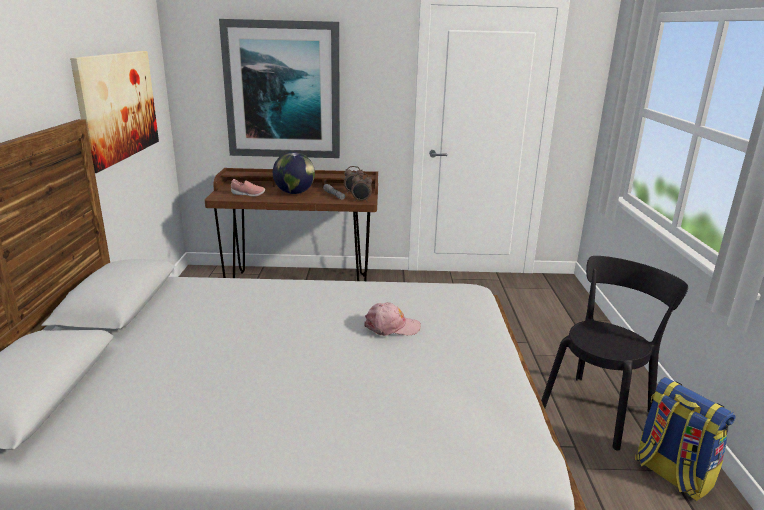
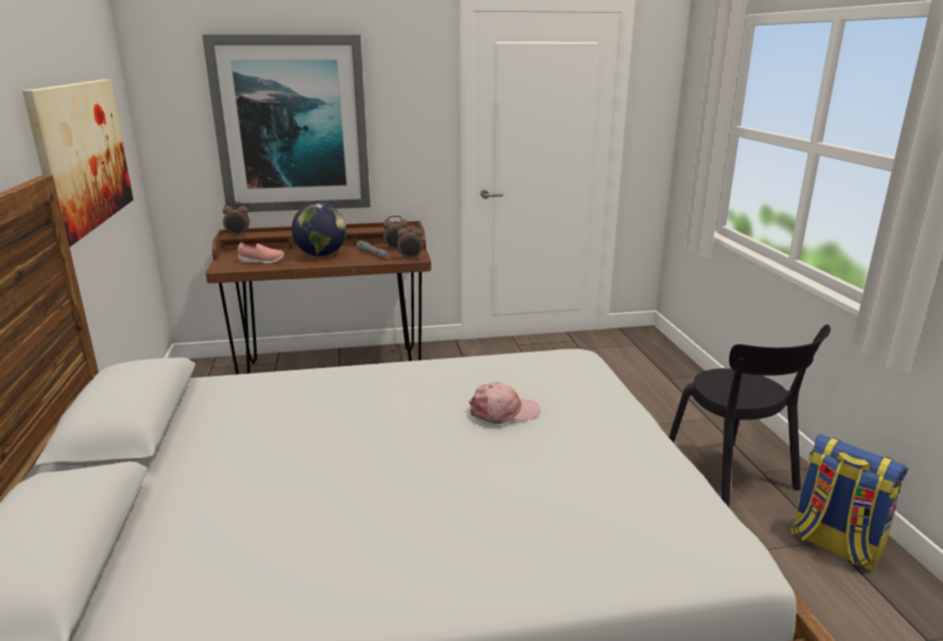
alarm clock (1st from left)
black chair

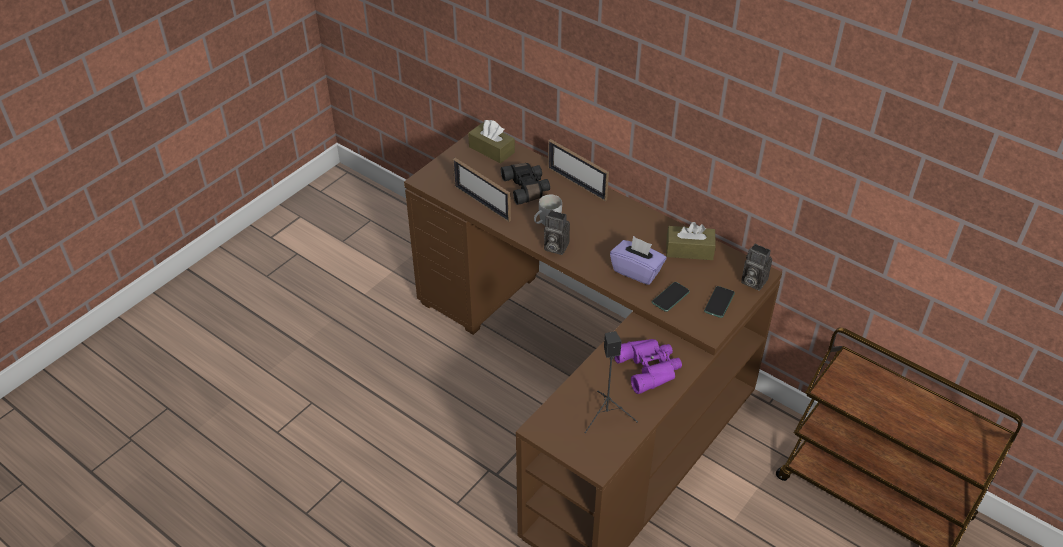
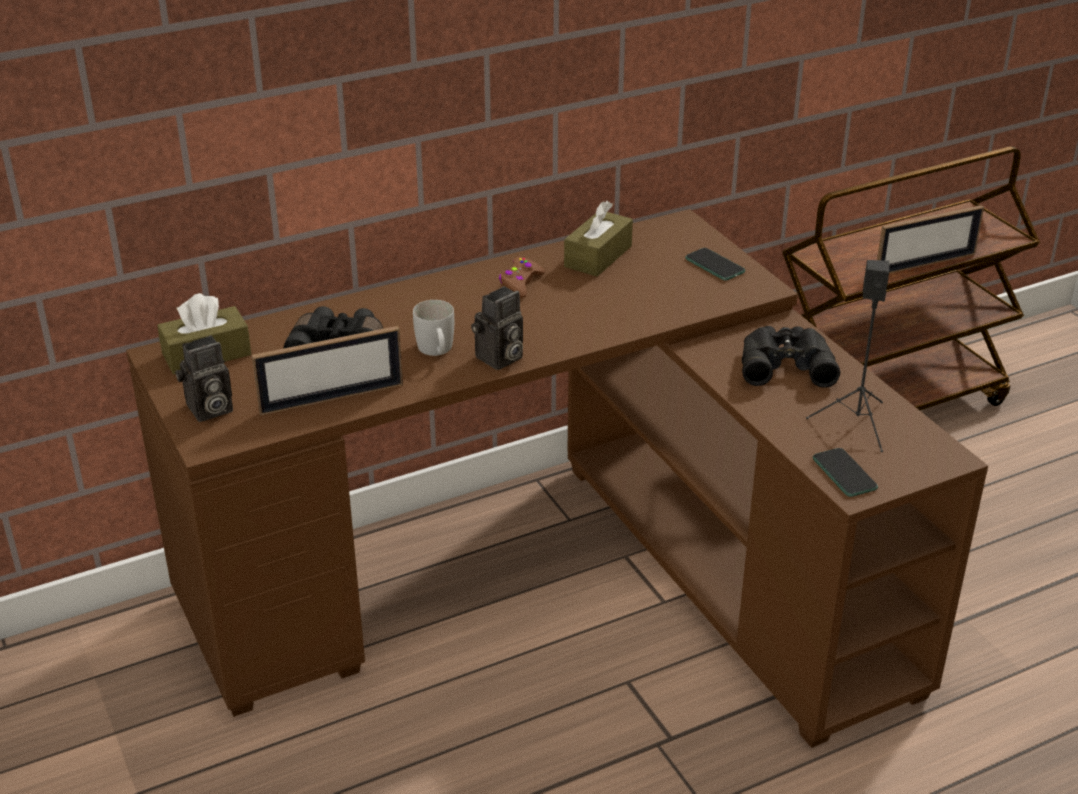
photo camera (1st from left)
brown game controller
black binoculars (2nd from left)
phone (2nd from left)
picture frame (2nd from left)
purple tissue box

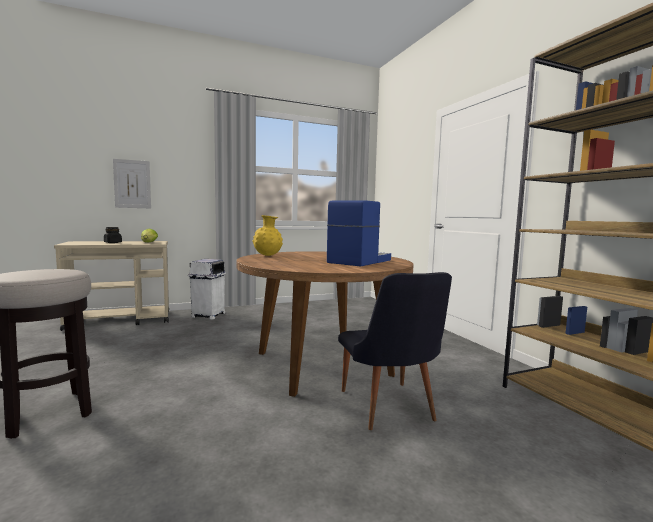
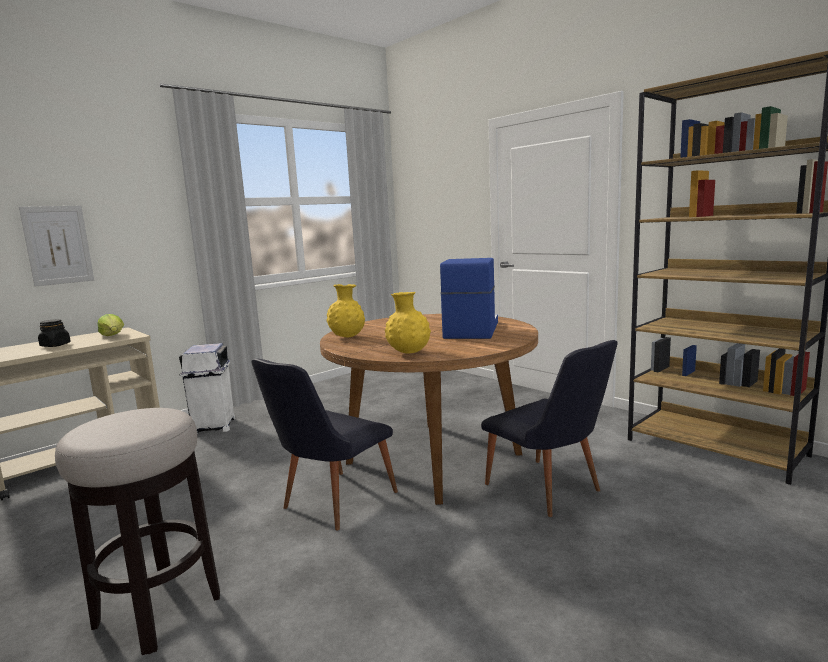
black chair (1st from left)
yellow vase (2nd from left)

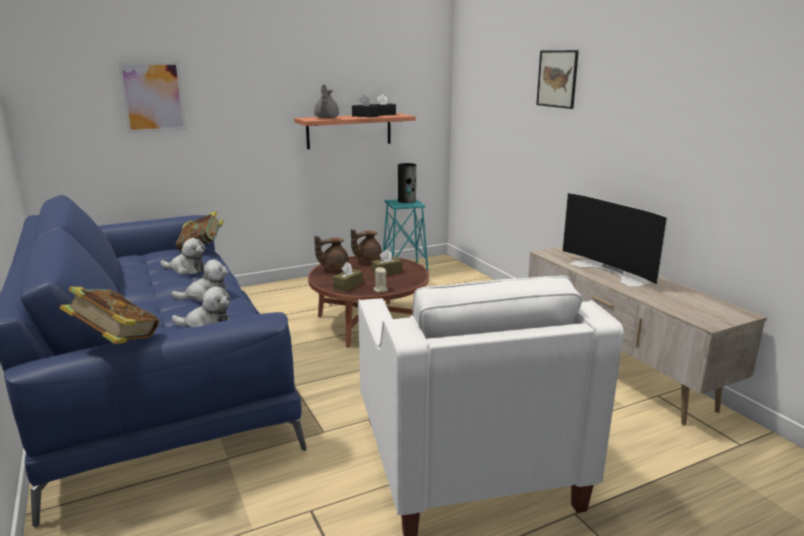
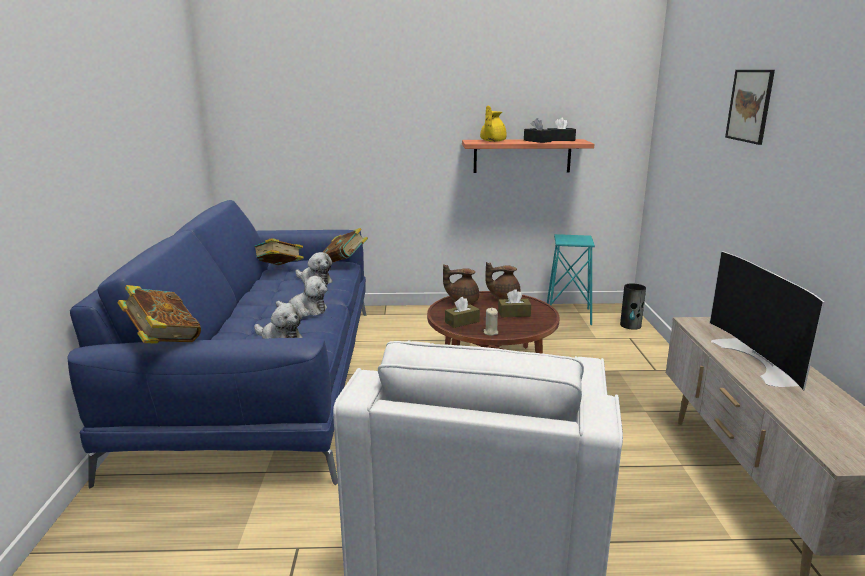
book (2nd from left)
yellow teapot
vase
picture (1st from left in the first image)

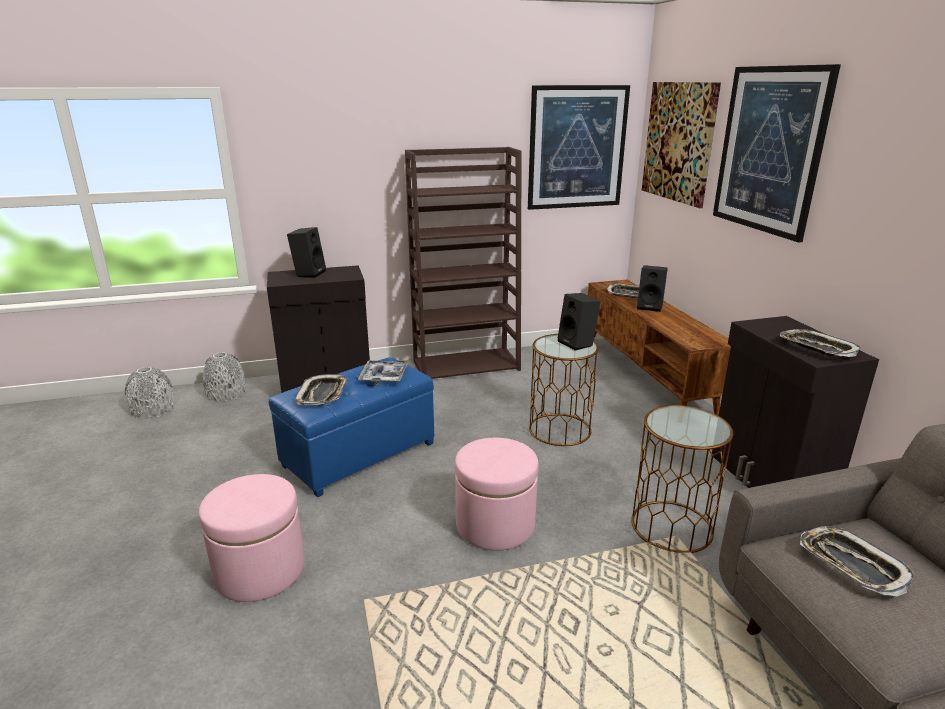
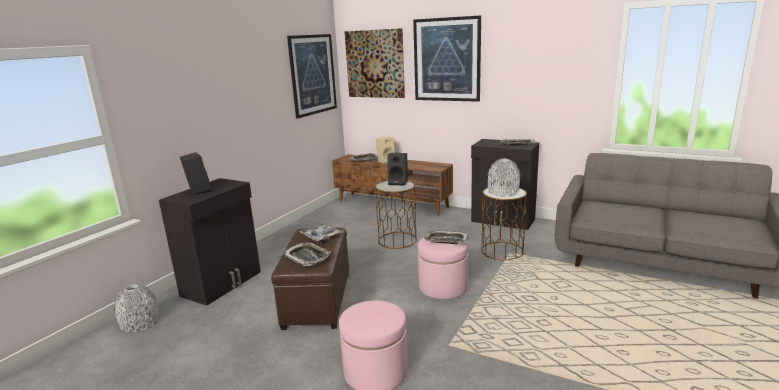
brown ottoman
beige speaker
tray (4th from left)
grey vase (2nd from left)
brown bookcase

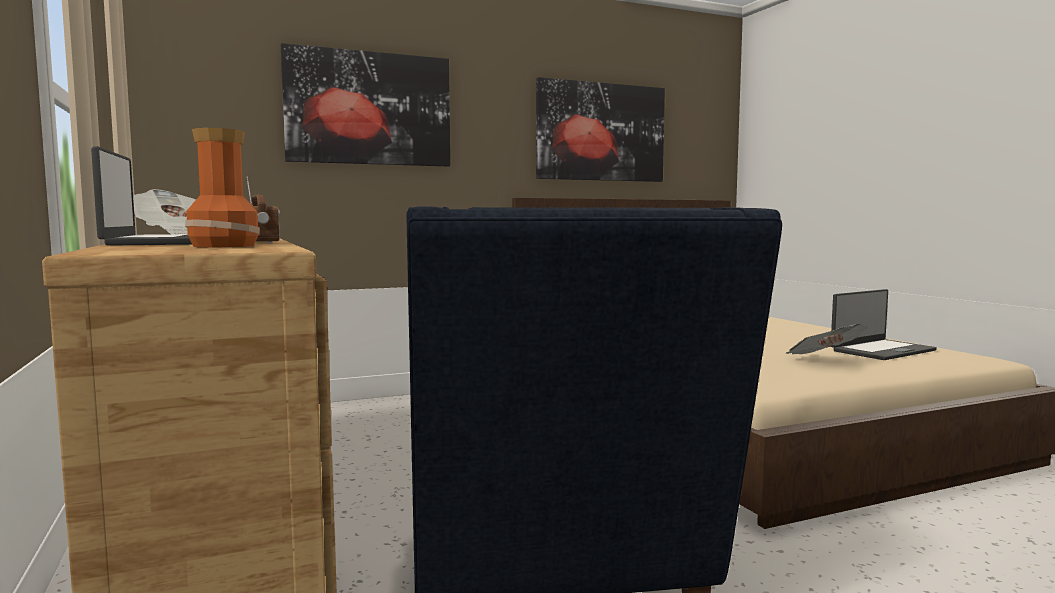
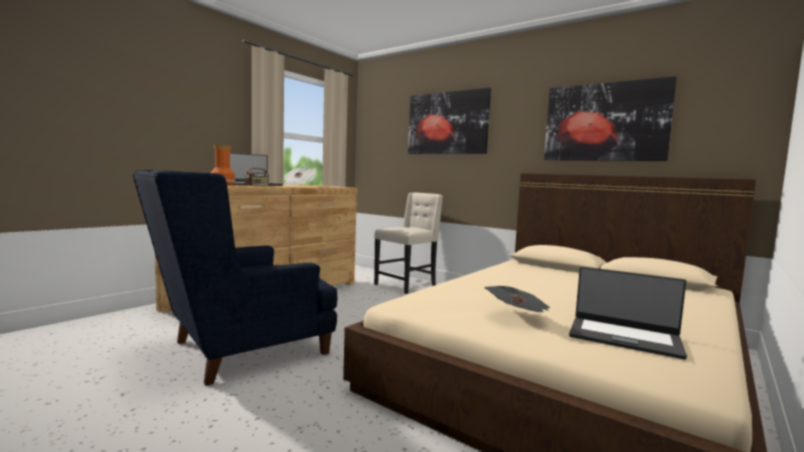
beige chair

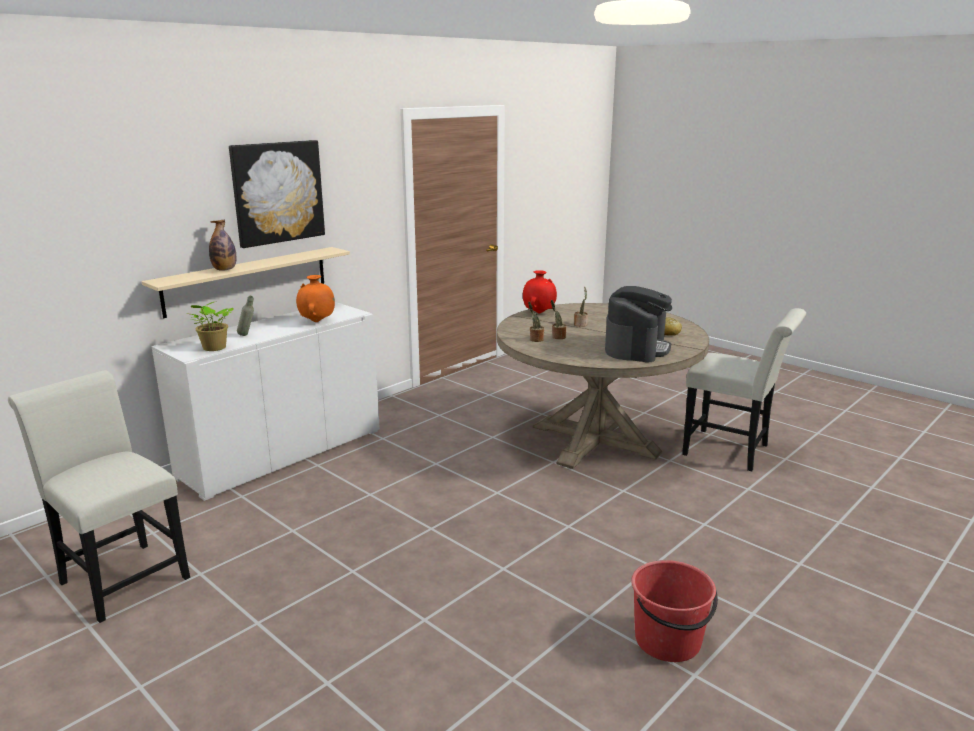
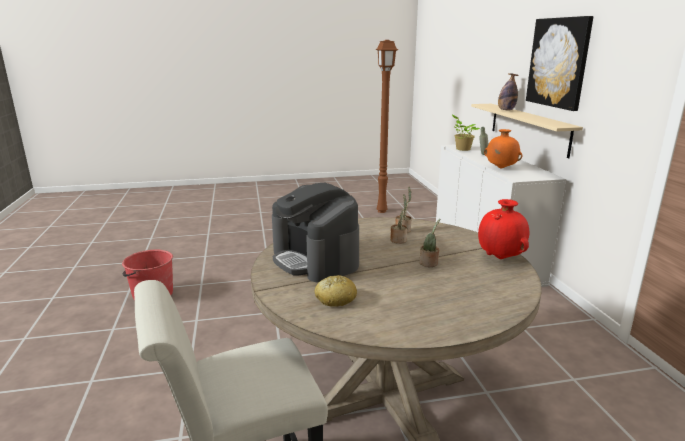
brown floor lamp

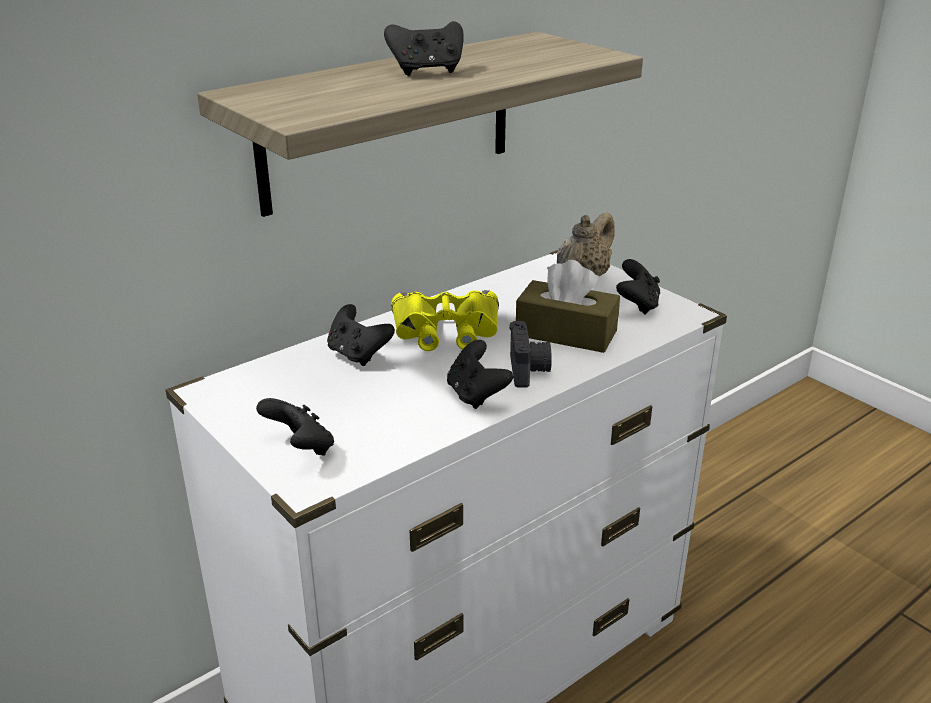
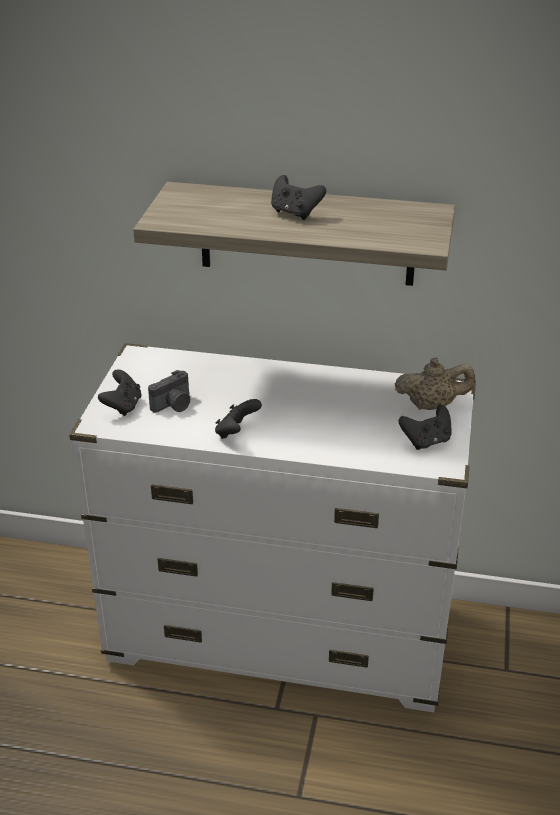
photo camera
black game controller (2nd from left in the first image)
yellow binoculars
brown tissue box

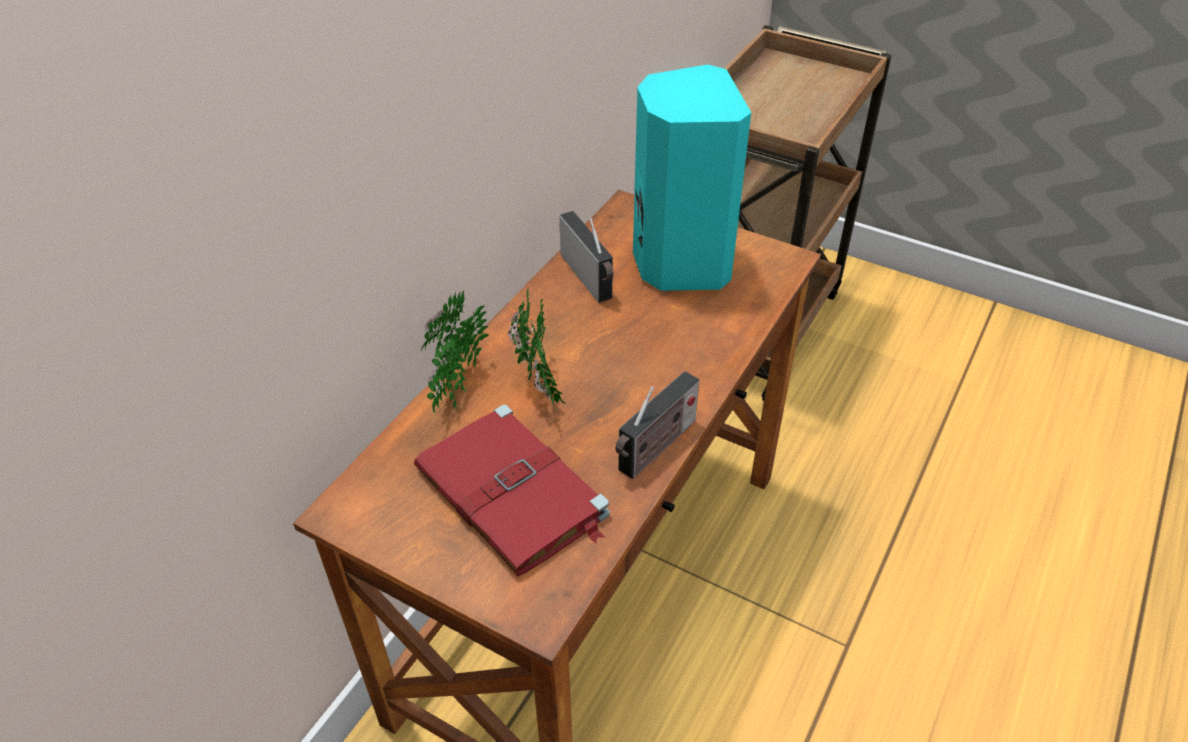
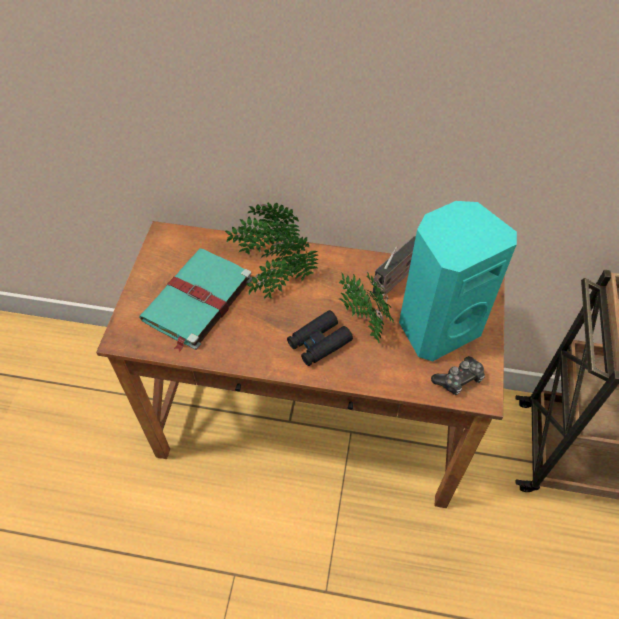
turquoise book
black binoculars
potted plant (3rd from left)
game controller
radio (2nd from left in the first image)

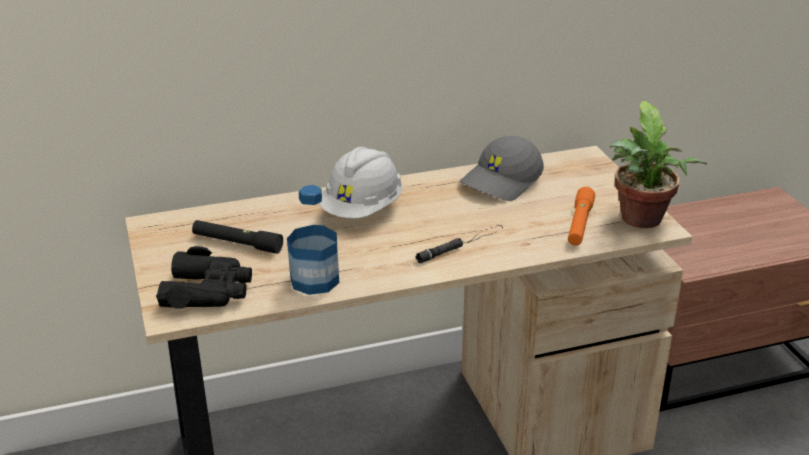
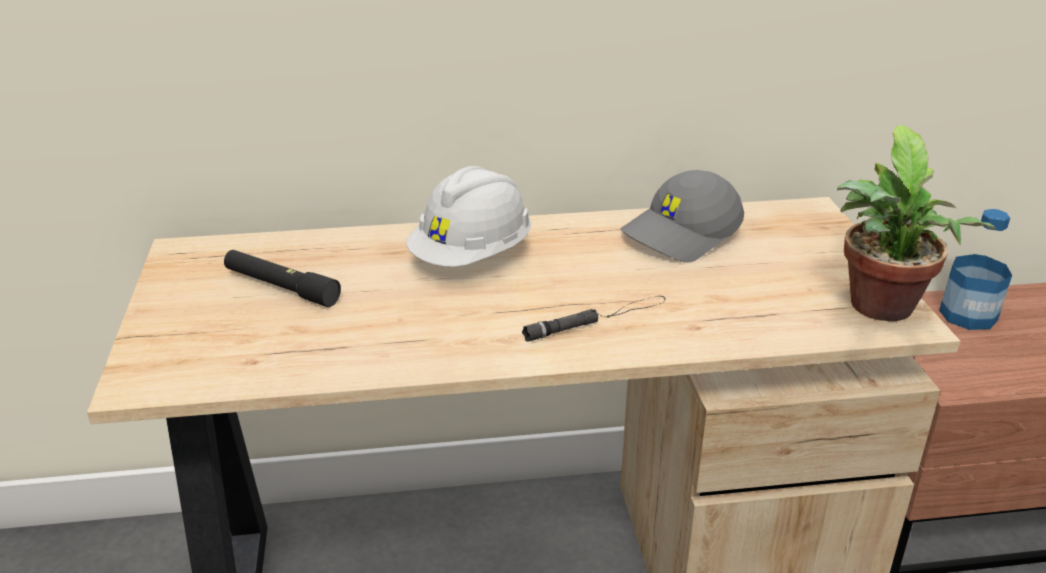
bottle
black binoculars
orange flashlight

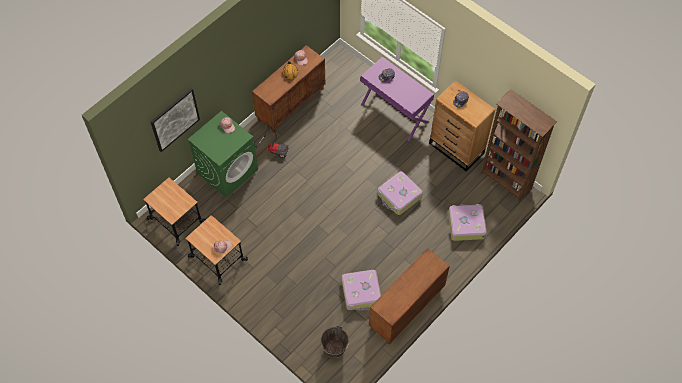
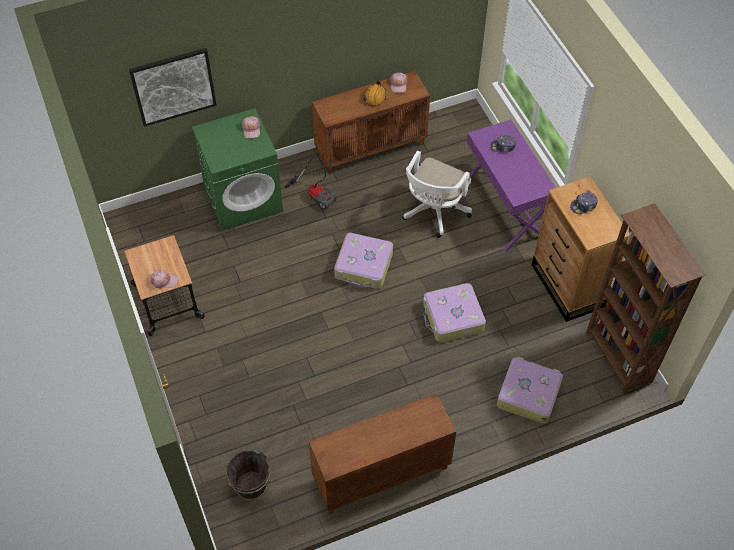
suitcase (1st from left)
white office chair
cart (1st from left in the first image)

